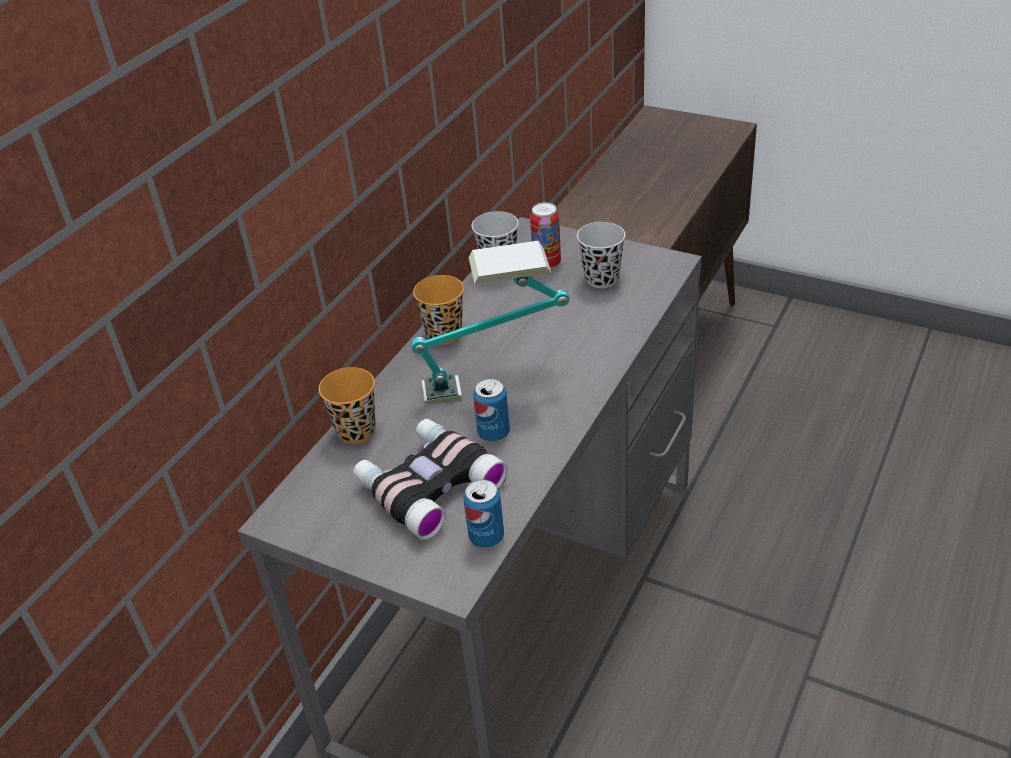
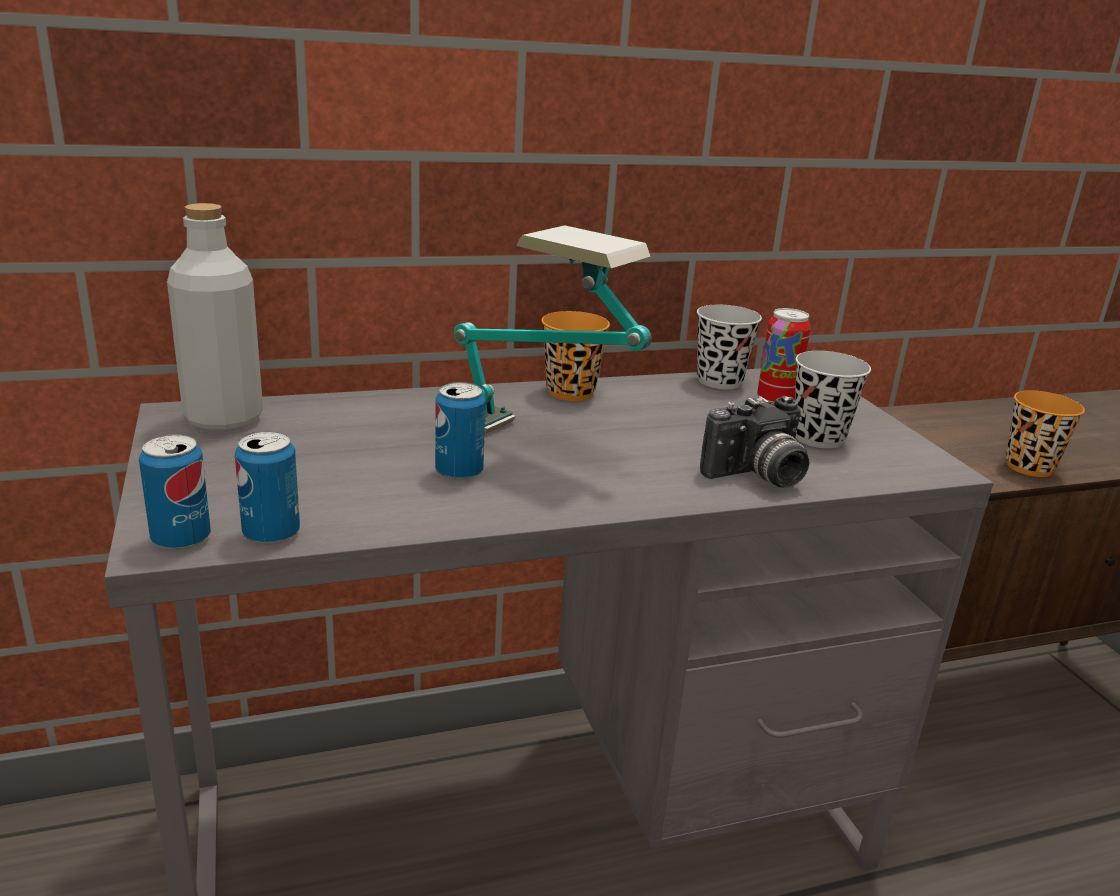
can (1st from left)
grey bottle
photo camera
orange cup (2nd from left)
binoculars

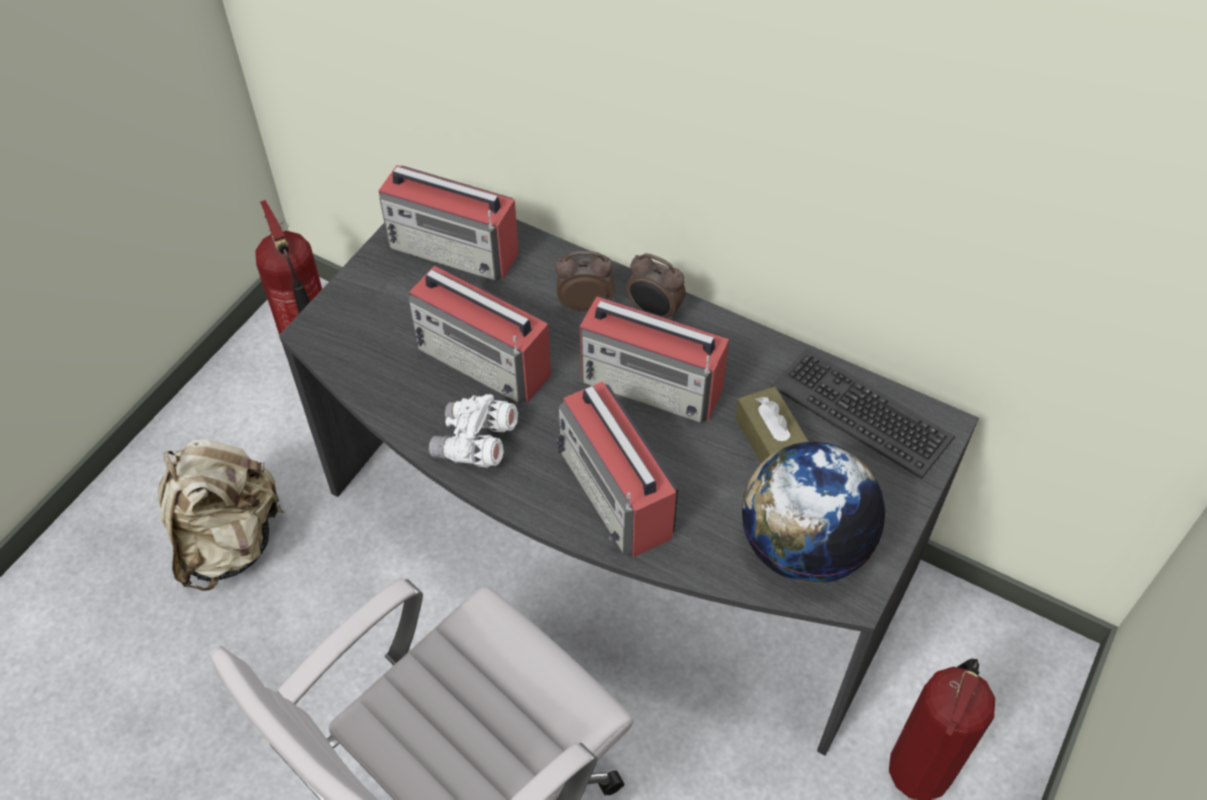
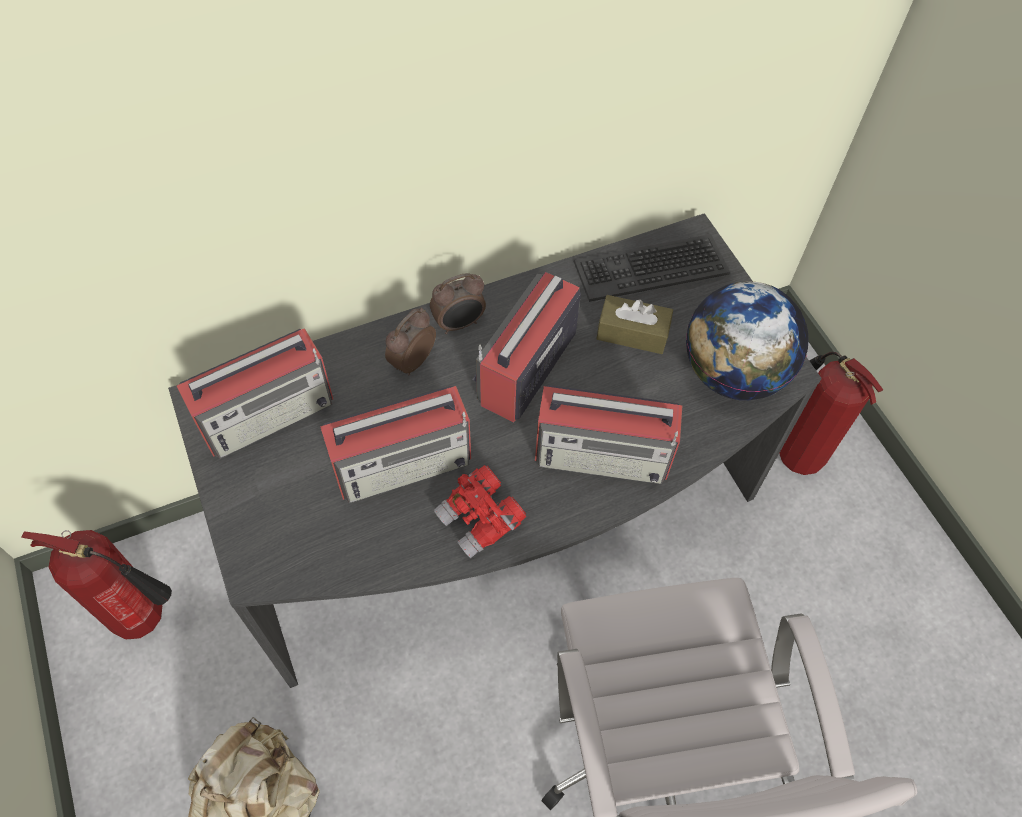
red binoculars
radio (3rd from left)

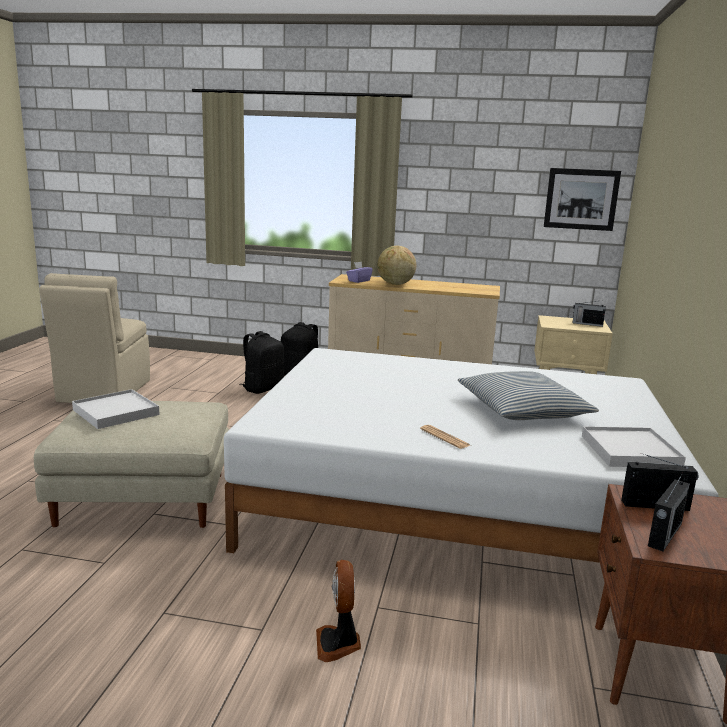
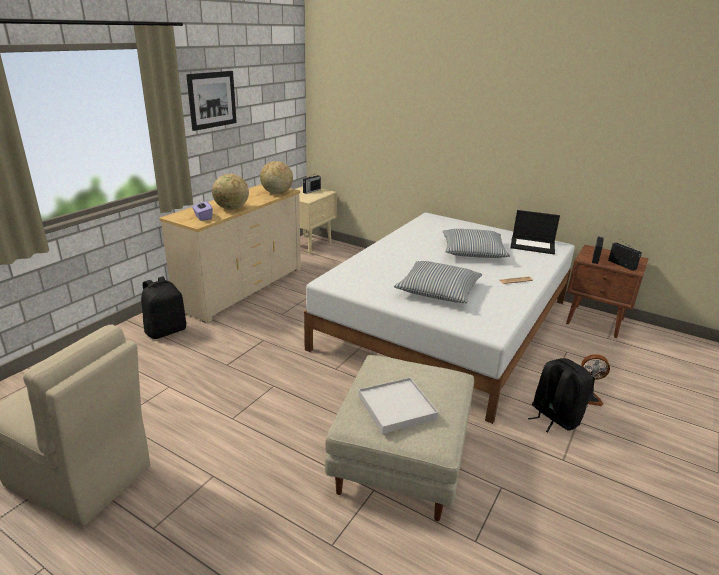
picture
globe (2nd from left)
pillow (1st from left)
laptop
black backpack (2nd from left)

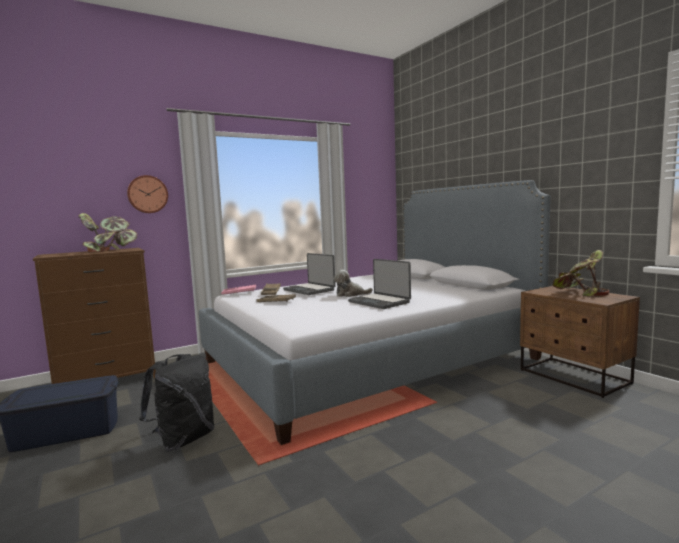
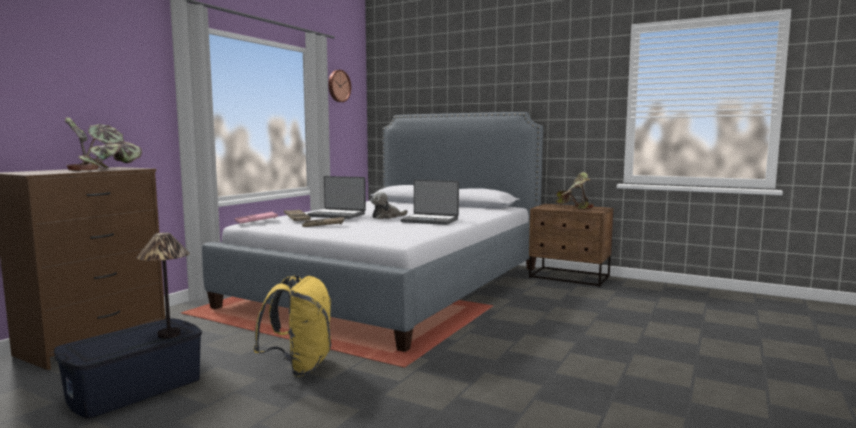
table lamp
yellow backpack
wall clock

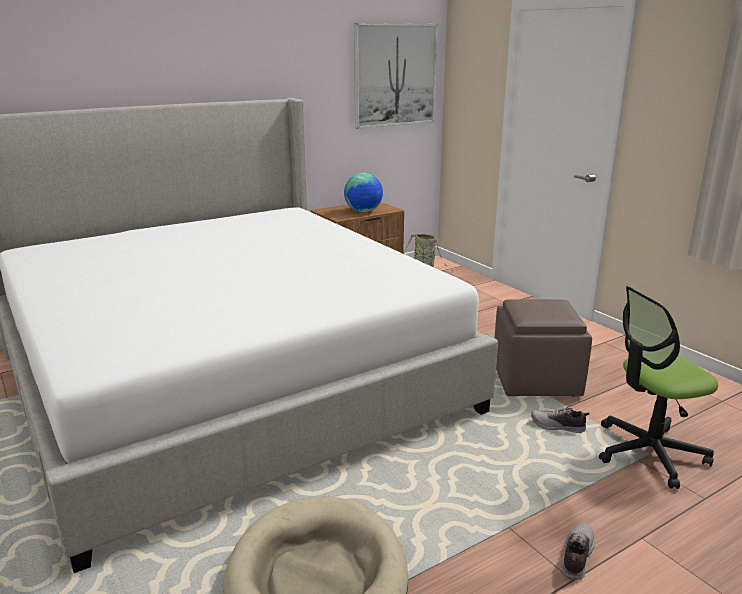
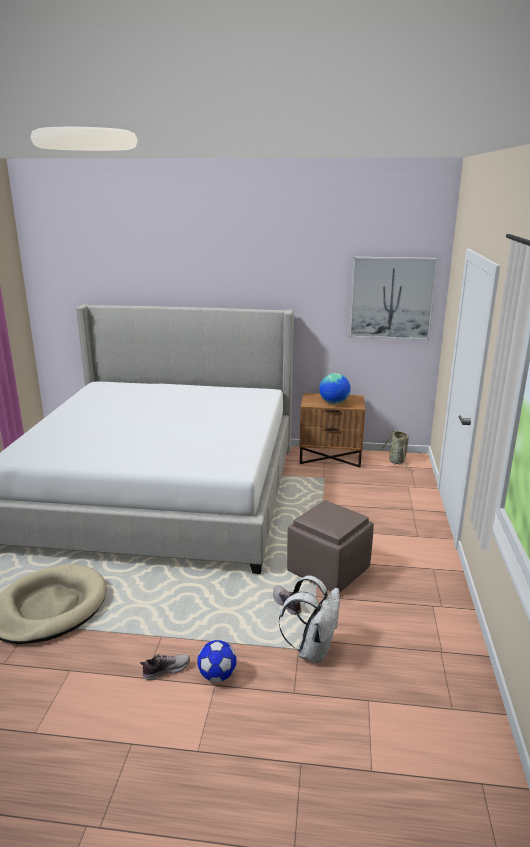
football
white backpack

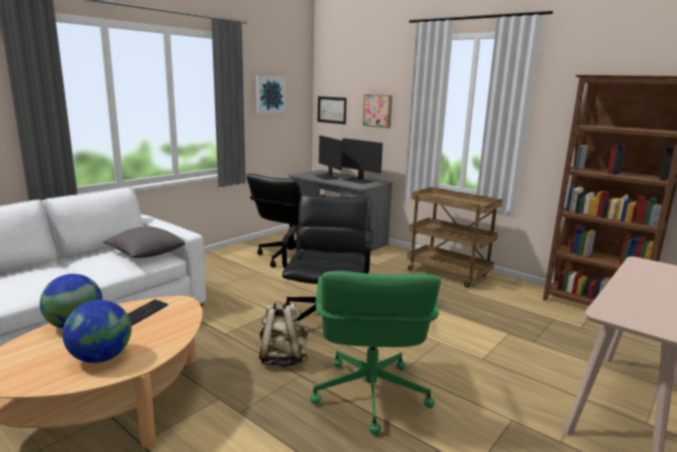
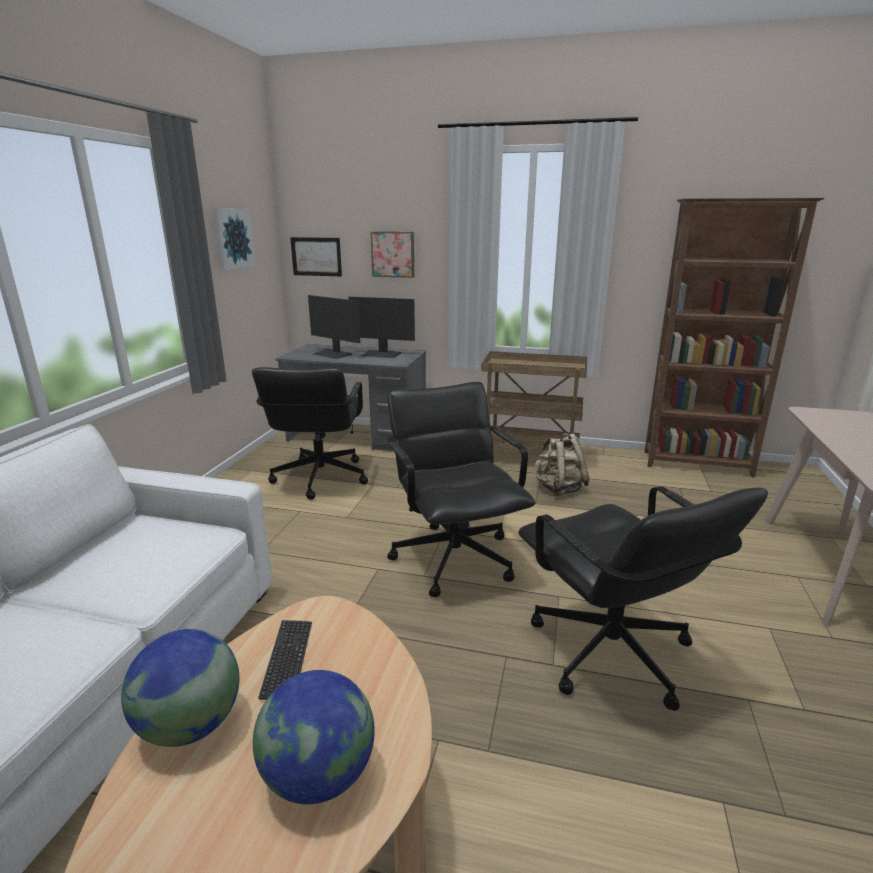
black office chair (3rd from left)
beige backpack
grey pillow

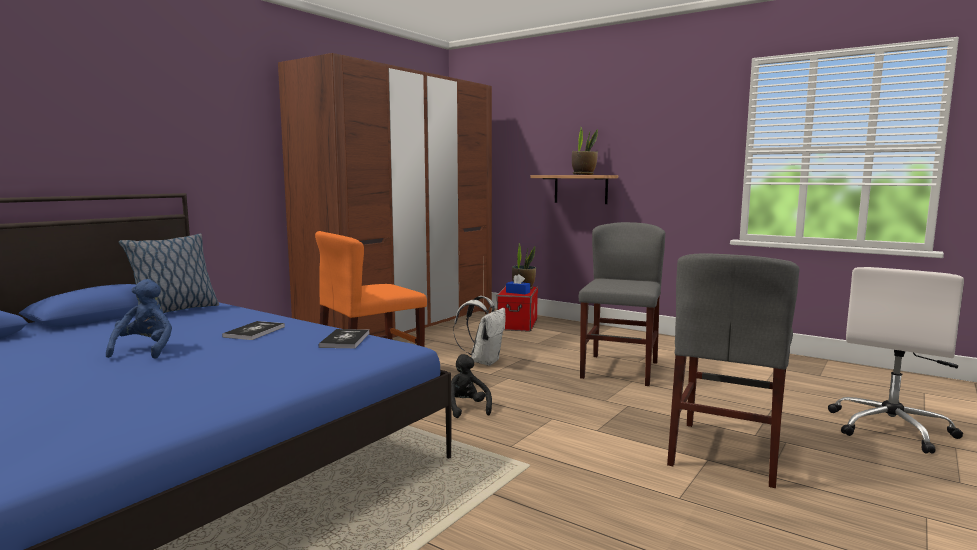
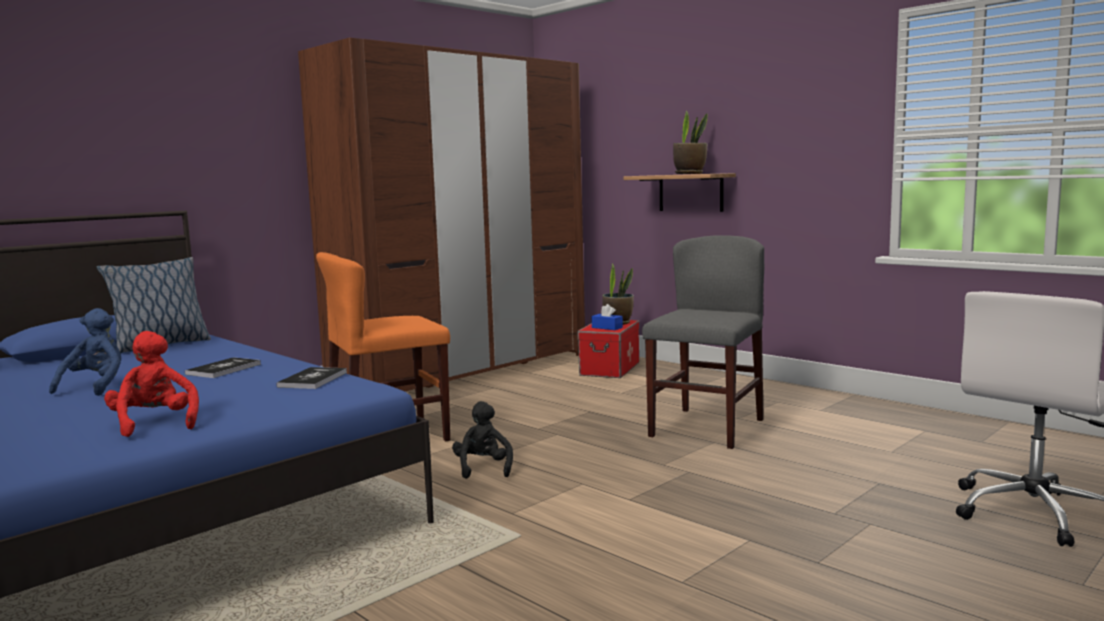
red plush toy
white backpack
grey chair (2nd from left in the first image)

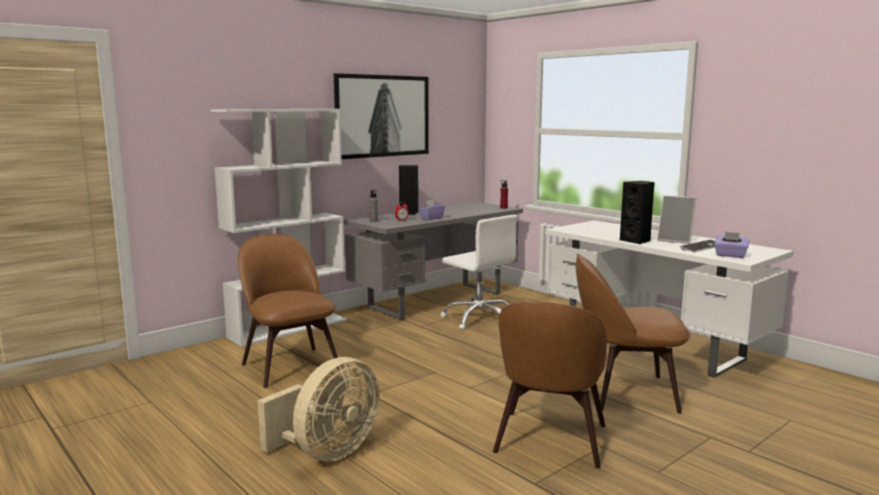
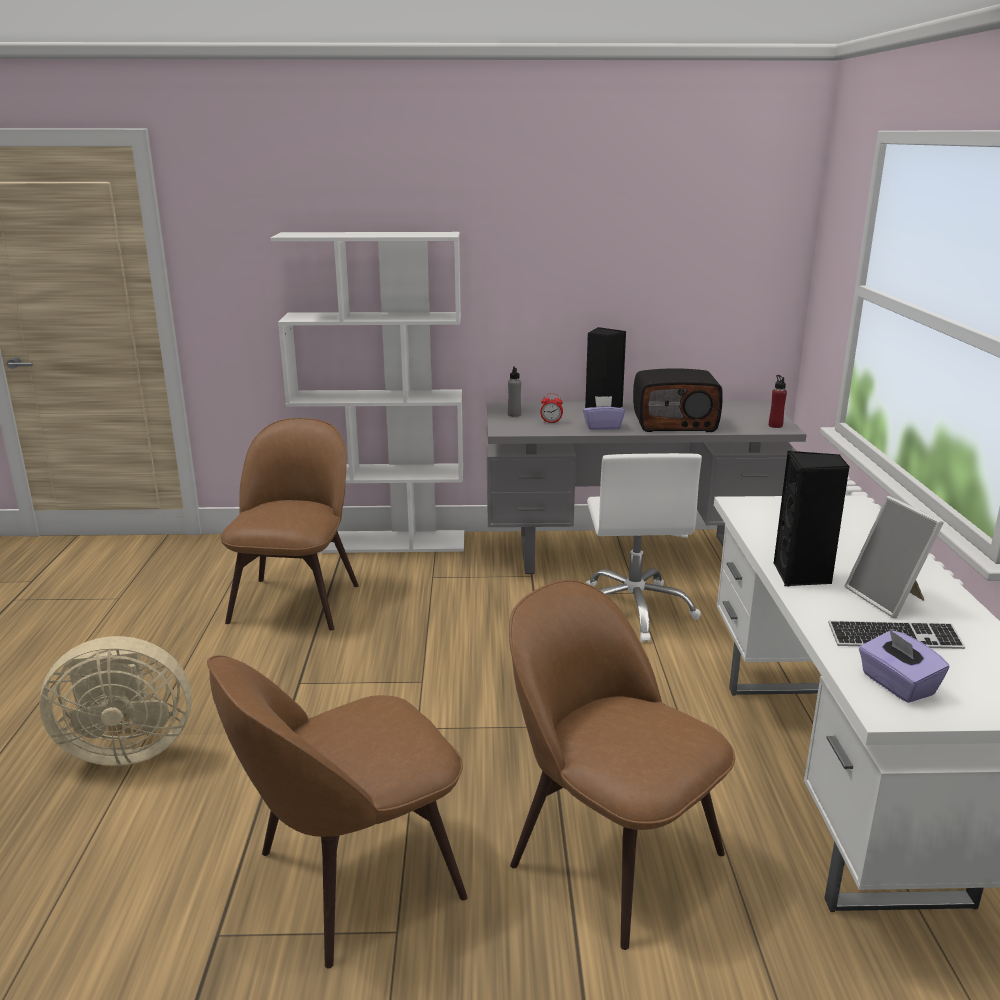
radio
picture

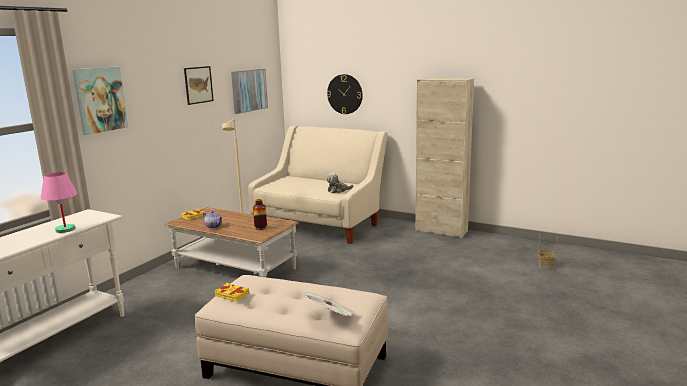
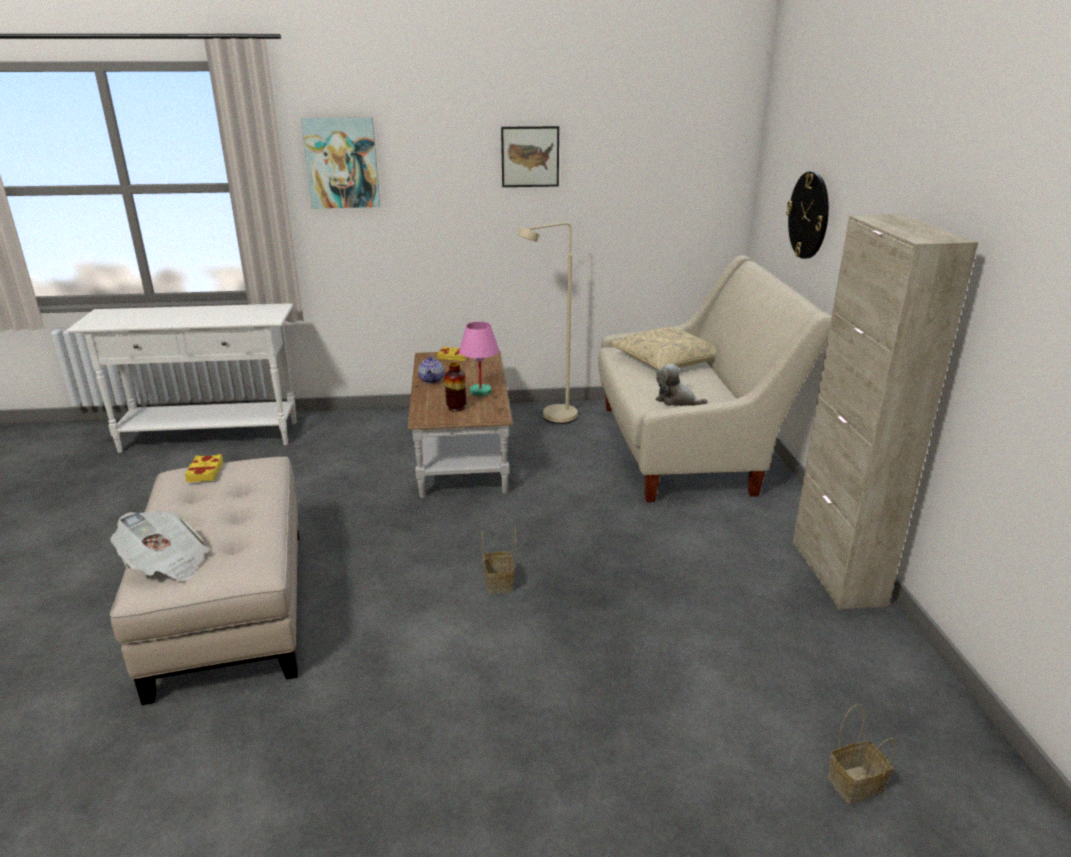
pink table lamp
basket (1st from left)
beige pillow
picture (3rd from left in the first image)

